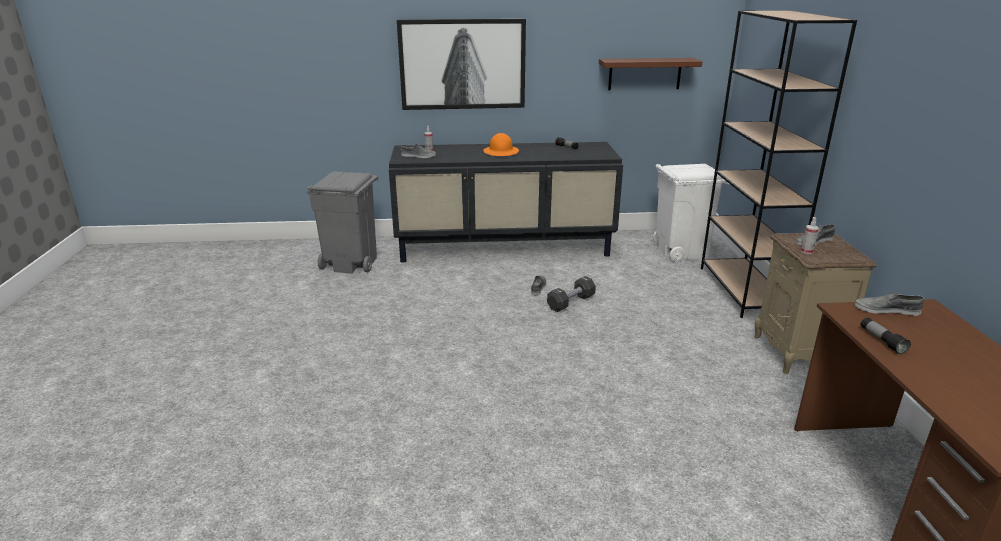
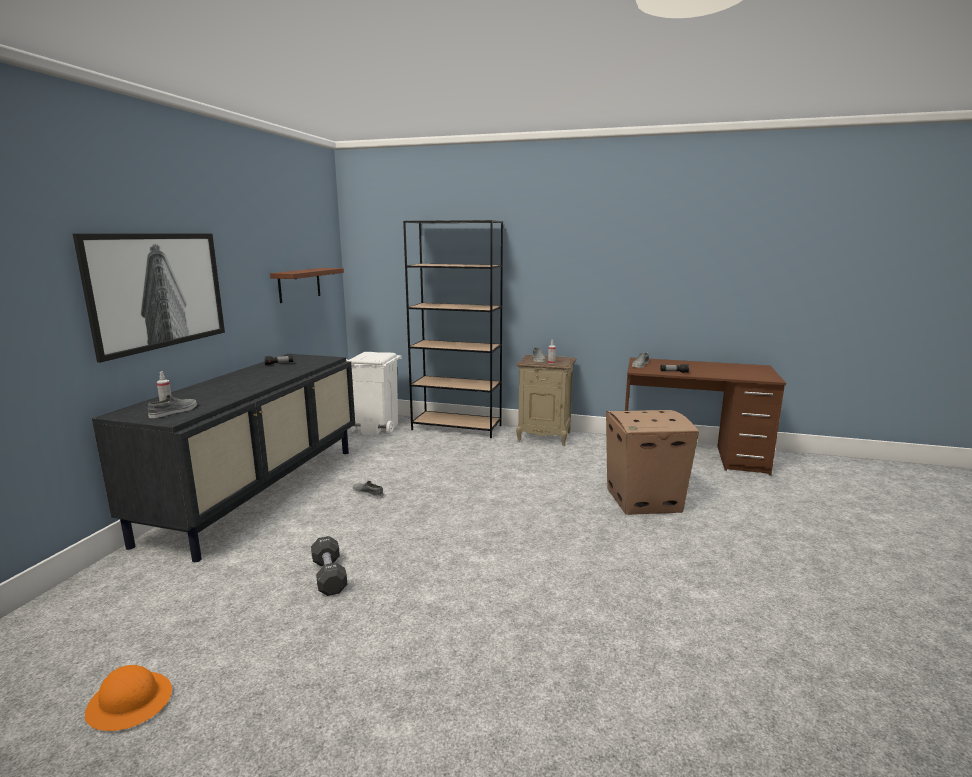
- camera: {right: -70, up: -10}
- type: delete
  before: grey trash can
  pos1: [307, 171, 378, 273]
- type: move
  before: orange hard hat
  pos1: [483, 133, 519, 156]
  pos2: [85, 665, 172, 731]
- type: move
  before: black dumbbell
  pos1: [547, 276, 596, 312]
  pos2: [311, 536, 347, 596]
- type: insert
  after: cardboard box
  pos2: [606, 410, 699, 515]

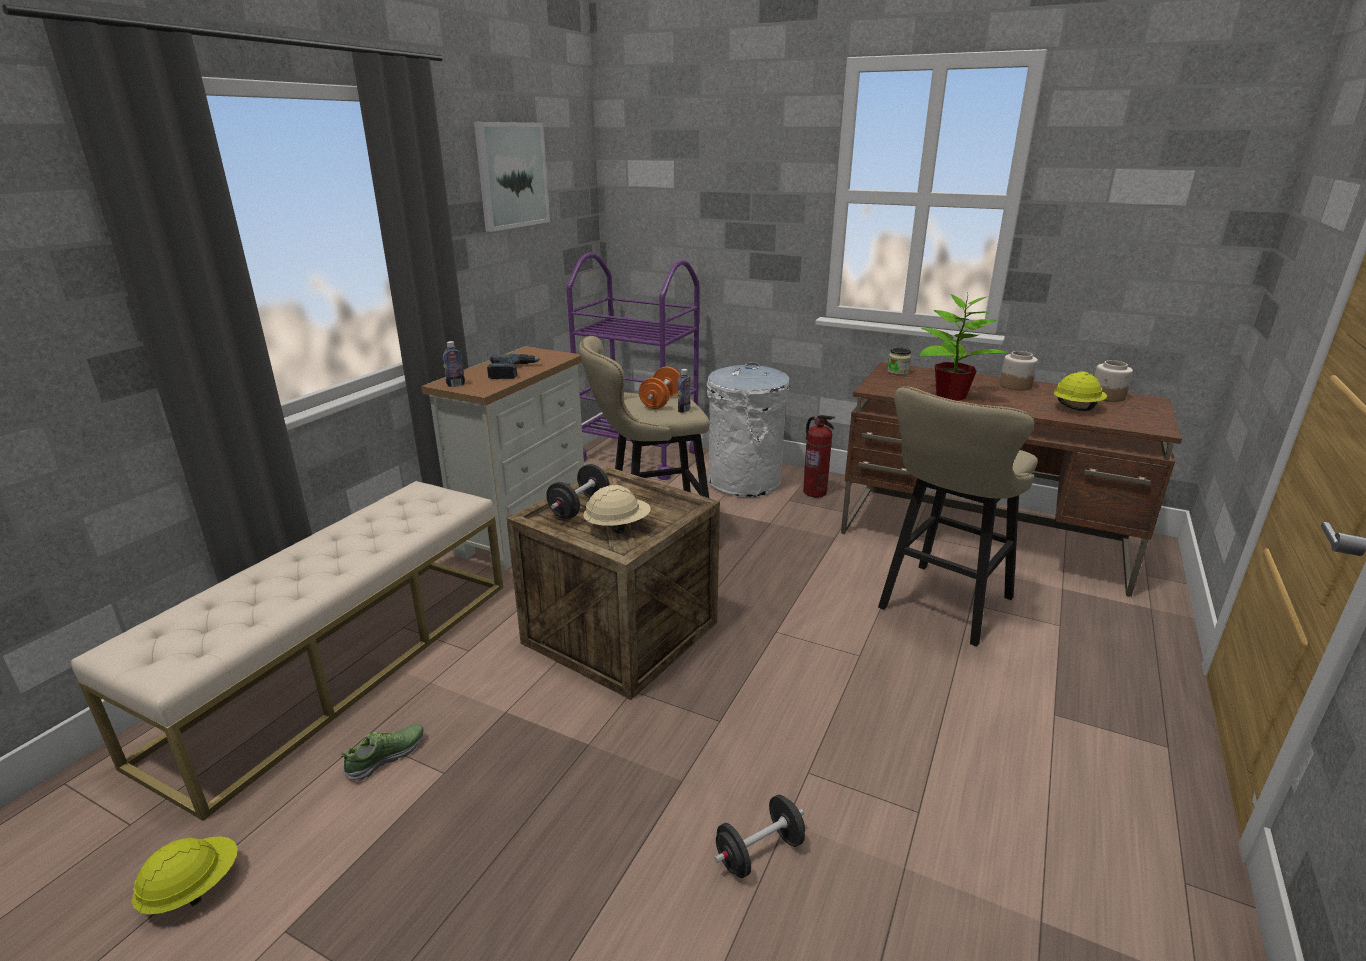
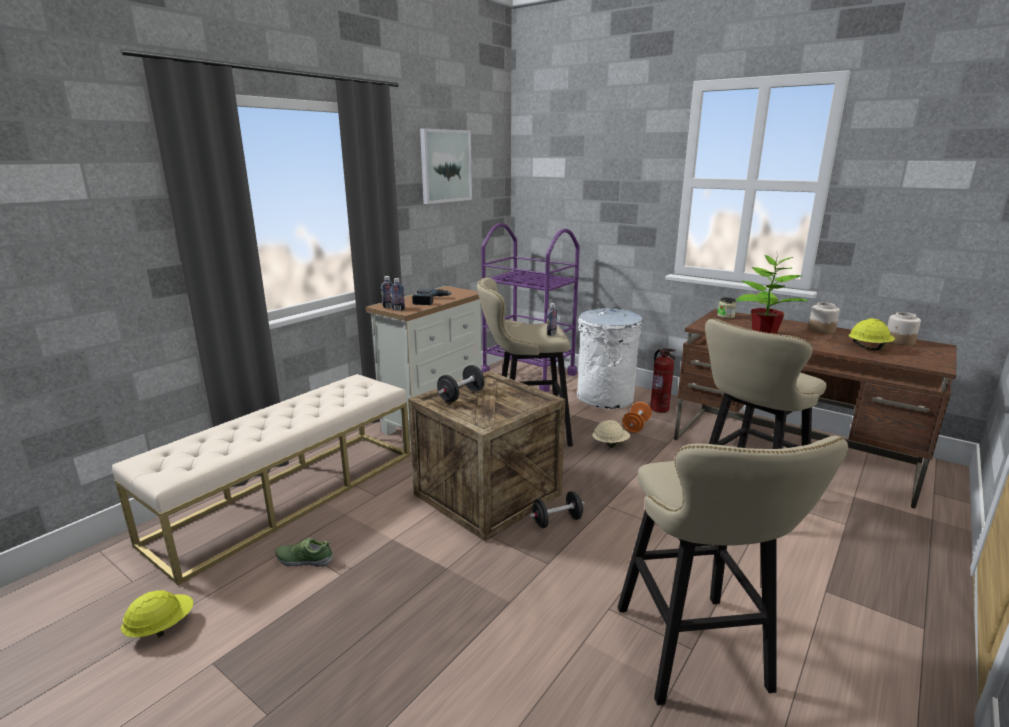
- camera: {right: 10, up: -5}
- type: rotate
  before: shoe
  pos1: [341, 724, 424, 781]
  pos2: [275, 537, 333, 567]
  turn: -135
- type: move
  before: beige hard hat
  pos1: [583, 485, 651, 534]
  pos2: [592, 420, 630, 448]
- type: move
  before: orange dumbbell
  pos1: [639, 367, 680, 409]
  pos2: [622, 402, 652, 433]
- type: move
  before: black dumbbell
  pos1: [714, 795, 805, 878]
  pos2: [529, 491, 585, 528]
- type: insert
  after: bottle
  pos2: [391, 278, 405, 311]
- type: insert
  after: beige stool
  pos2: [618, 436, 848, 705]

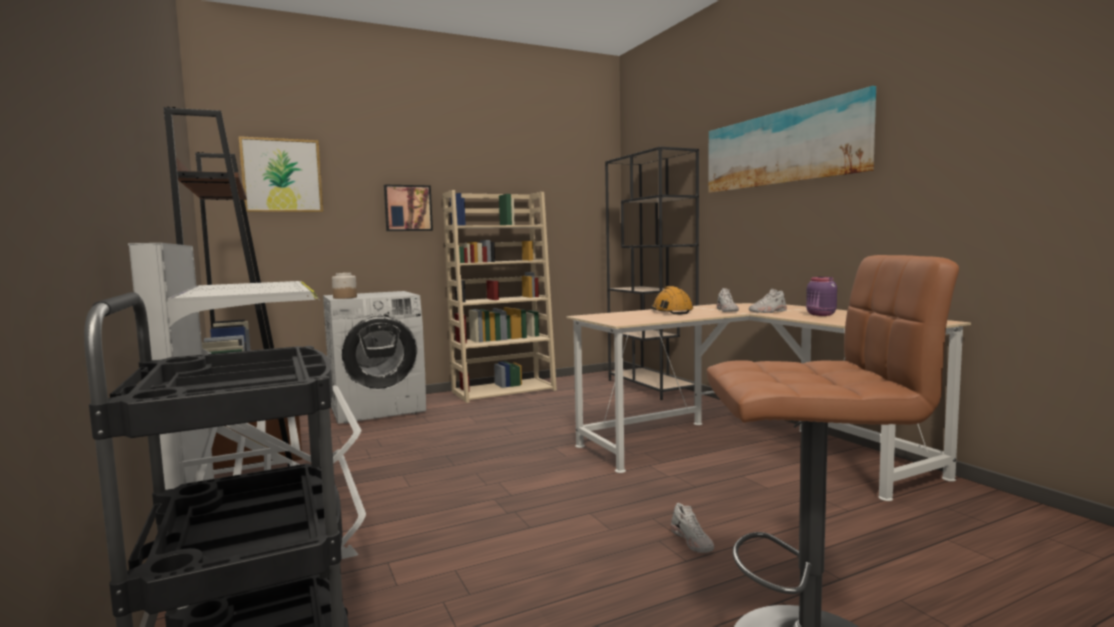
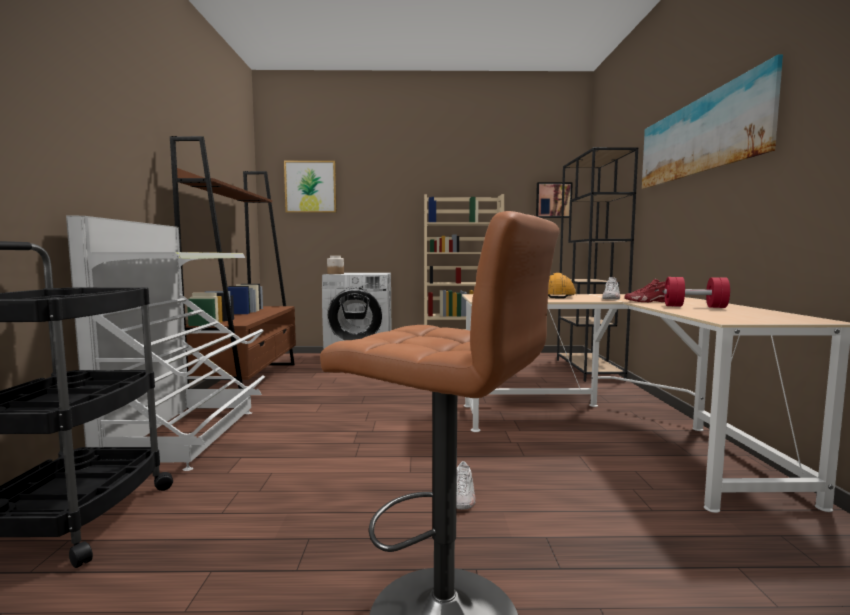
- camera: {right: 25, up: 0}
- type: move
  before: picture
  pos1: [384, 185, 433, 231]
  pos2: [536, 182, 573, 218]
- type: recolor
  before: white shoe
  after: red shoe
  pos1: [749, 289, 787, 313]
  pos2: [624, 279, 666, 302]
- type: replace
  before: purple jar
  after: red dumbbell
  pos1: [806, 277, 837, 316]
  pos2: [664, 277, 730, 308]

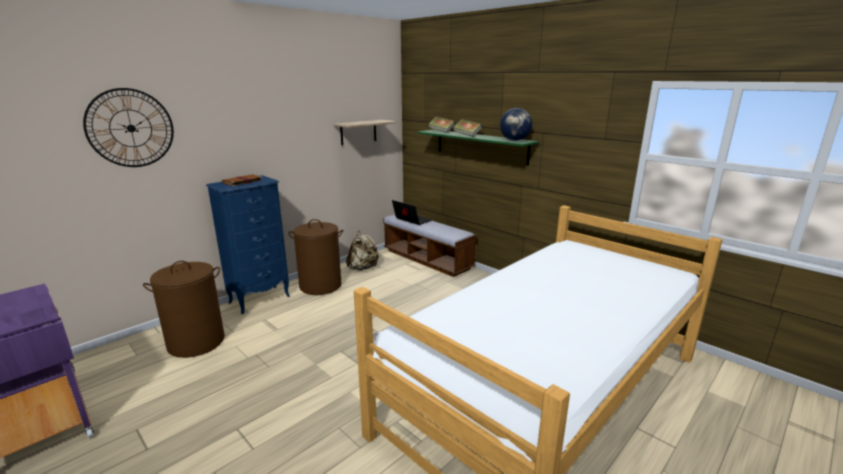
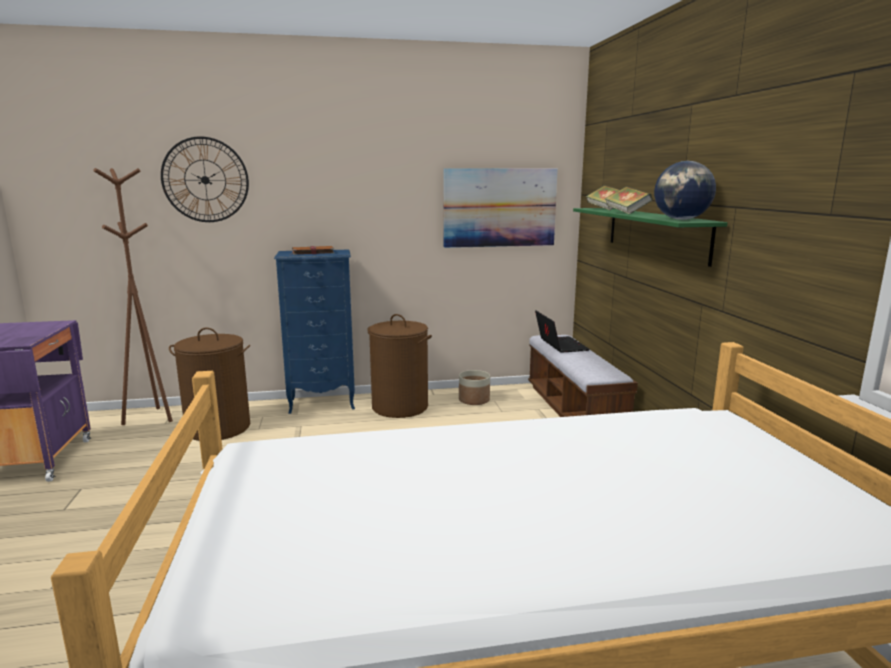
- camera: {right: 35, up: -5}
- type: replace
  before: shelf
  after: picture
  pos1: [333, 120, 397, 146]
  pos2: [444, 168, 558, 248]
- type: replace
  before: beige backpack
  after: planter
  pos1: [346, 231, 380, 270]
  pos2: [459, 370, 490, 405]
- type: insert
  after: brown clothes rack
  pos2: [93, 168, 173, 425]

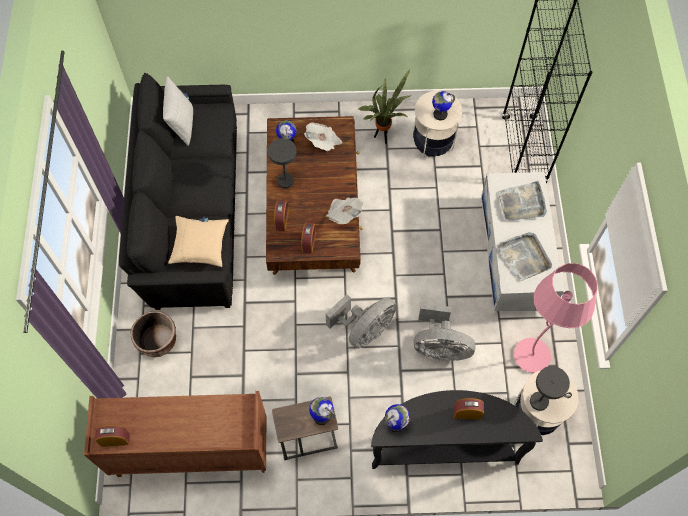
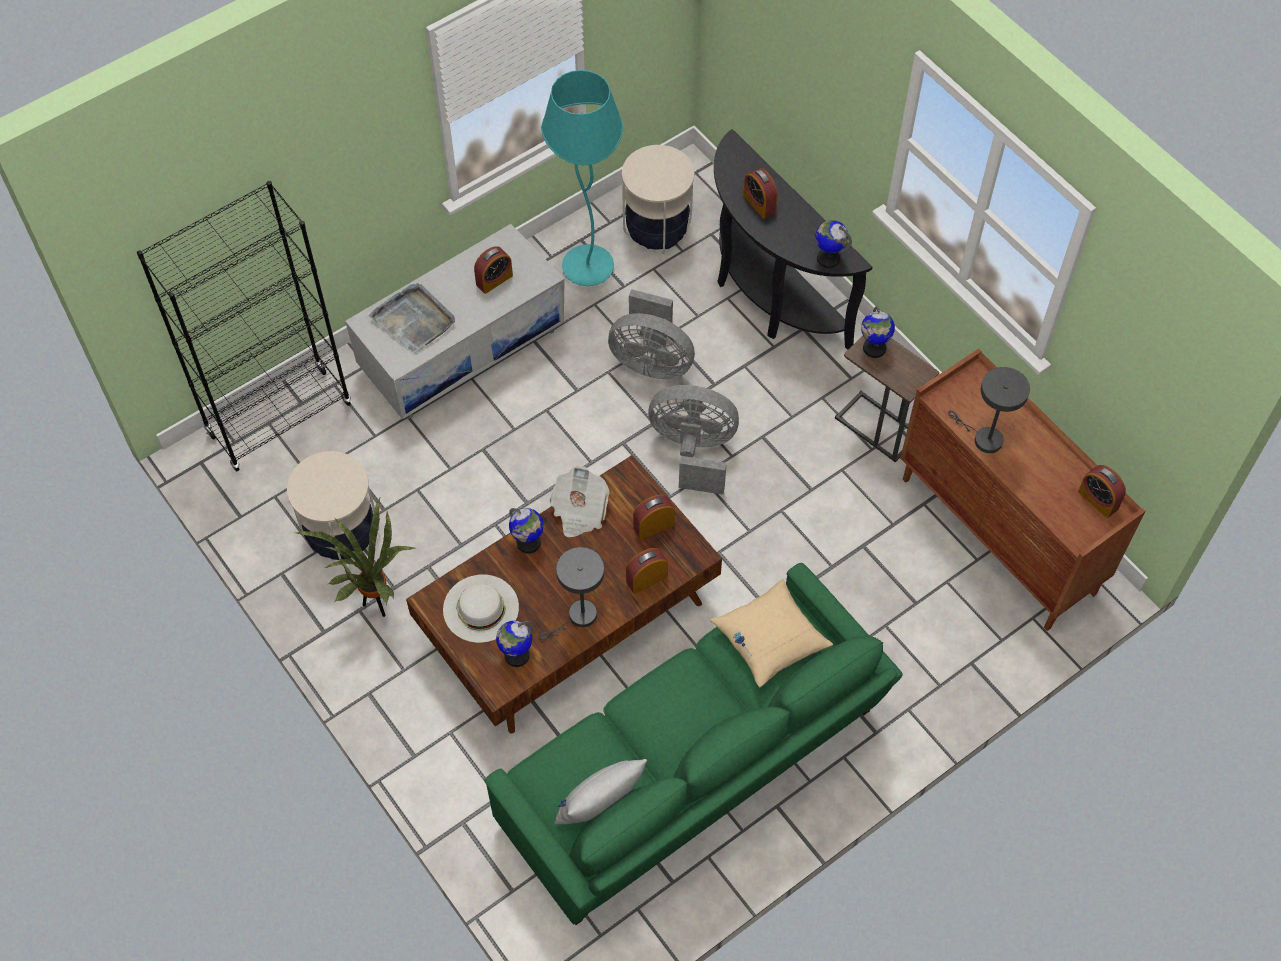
- camera: {right: -125, up: -5}
- type: recolor
  before: black sofa
  after: green sofa
  pos1: [119, 73, 237, 310]
  pos2: [484, 563, 903, 925]
- type: delete
  before: brown planter
  pos1: [131, 311, 176, 357]
- type: replace
  before: newspaper
  after: white hat
  pos1: [304, 122, 342, 151]
  pos2: [443, 575, 519, 643]
- type: rotate
  before: grey fan
  pos1: [414, 303, 476, 361]
  pos2: [608, 289, 695, 379]
  turn: 135
- type: move
  before: globe
  pos1: [432, 91, 455, 120]
  pos2: [509, 508, 544, 554]
- type: replace
  before: grey tray
  after: alarm clock
  pos1: [496, 232, 552, 281]
  pos2: [474, 246, 513, 294]
- type: recolor
  before: pink floor lamp
  after: turquoise floor lamp
  pos1: [514, 263, 598, 373]
  pos2: [541, 70, 623, 286]
- type: move
  before: grey table lamp
  pos1: [530, 366, 572, 411]
  pos2: [948, 367, 1030, 453]

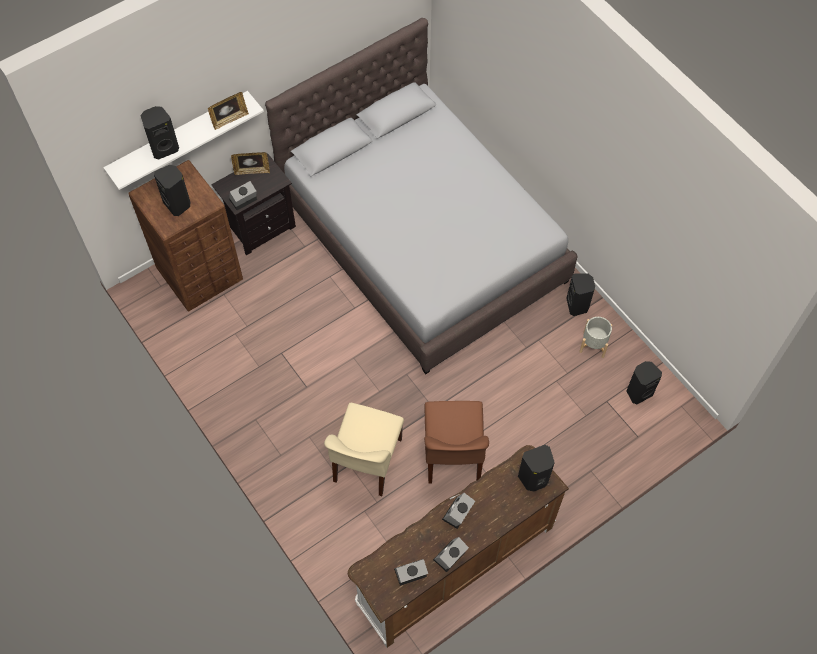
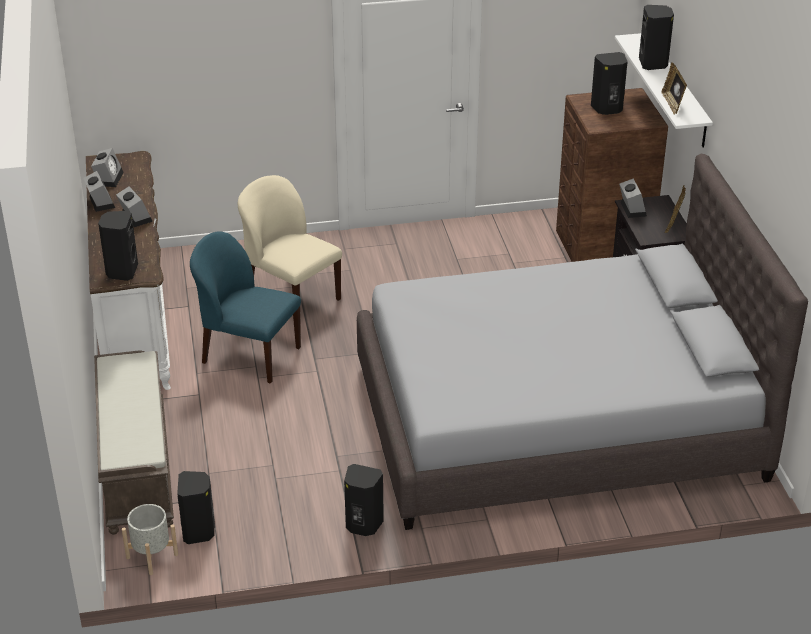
- camera: {right: 115, up: -25}
- type: recolor
  before: brown chair
  after: blue chair
  pos1: [424, 401, 489, 484]
  pos2: [190, 231, 301, 384]
- type: move
  before: grey planter
  pos1: [579, 317, 612, 358]
  pos2: [122, 504, 178, 575]
- type: insert
  after: brown bench
  pos2: [94, 351, 174, 535]

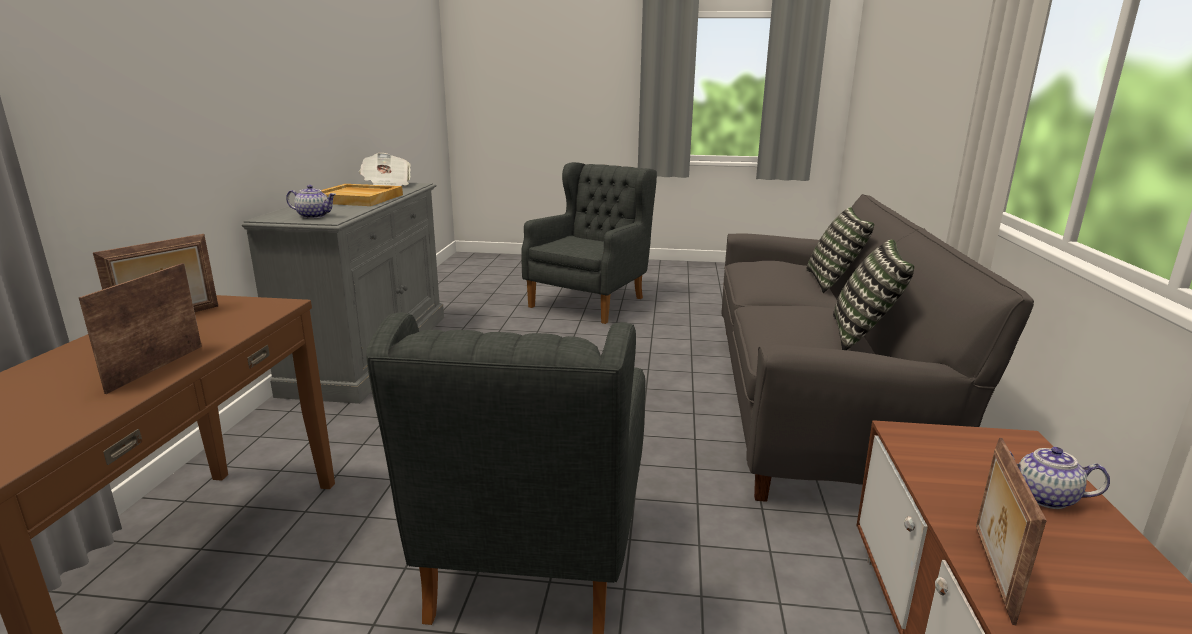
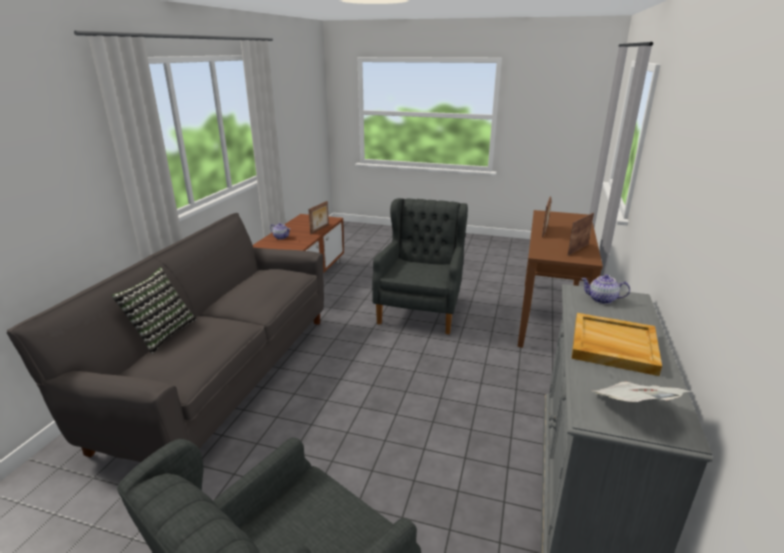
- camera: {right: -170, up: 5}
- type: delete
  before: pillow
  pos1: [833, 239, 914, 350]

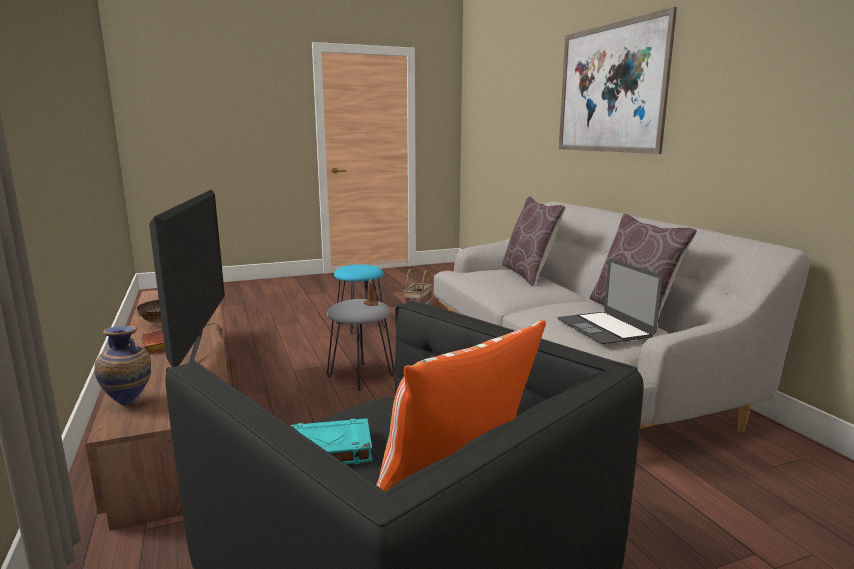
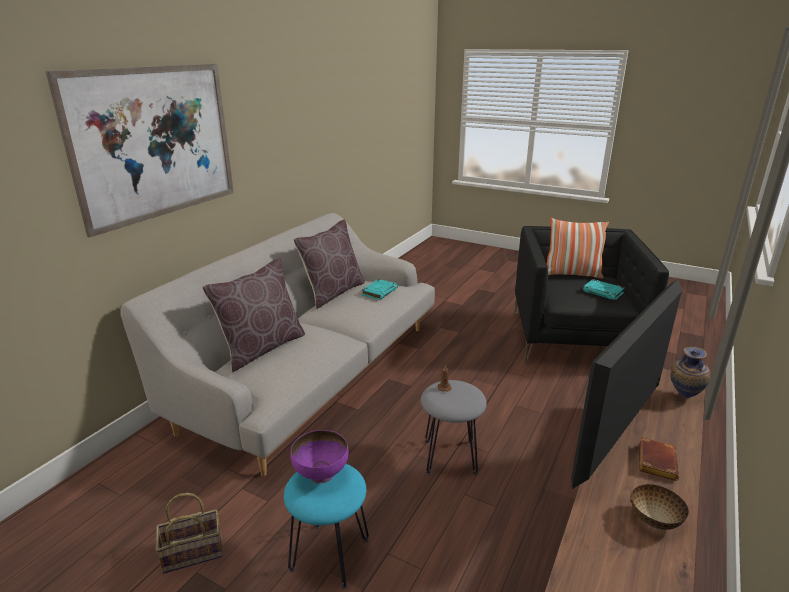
- camera: {right: -130, up: 10}
- type: replace
  before: laptop
  after: turquoise book
  pos1: [557, 258, 662, 344]
  pos2: [361, 279, 398, 300]
- type: insert
  after: purple bowl
  pos2: [290, 430, 349, 484]

